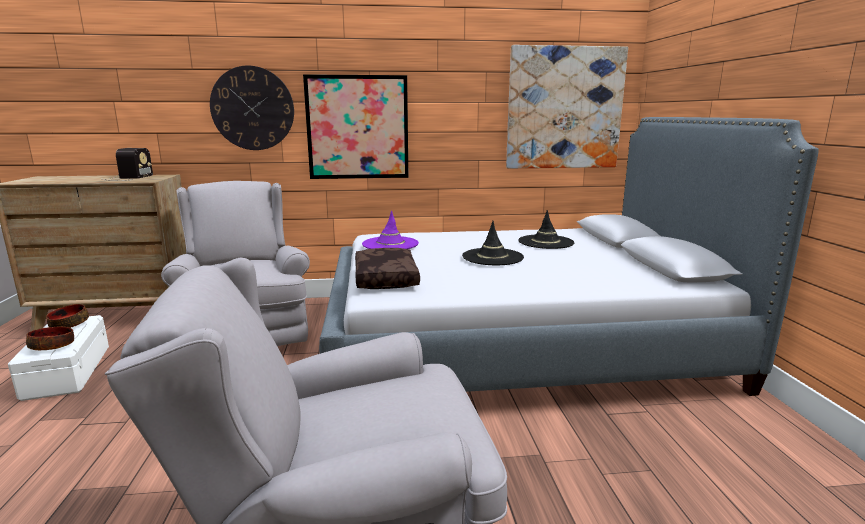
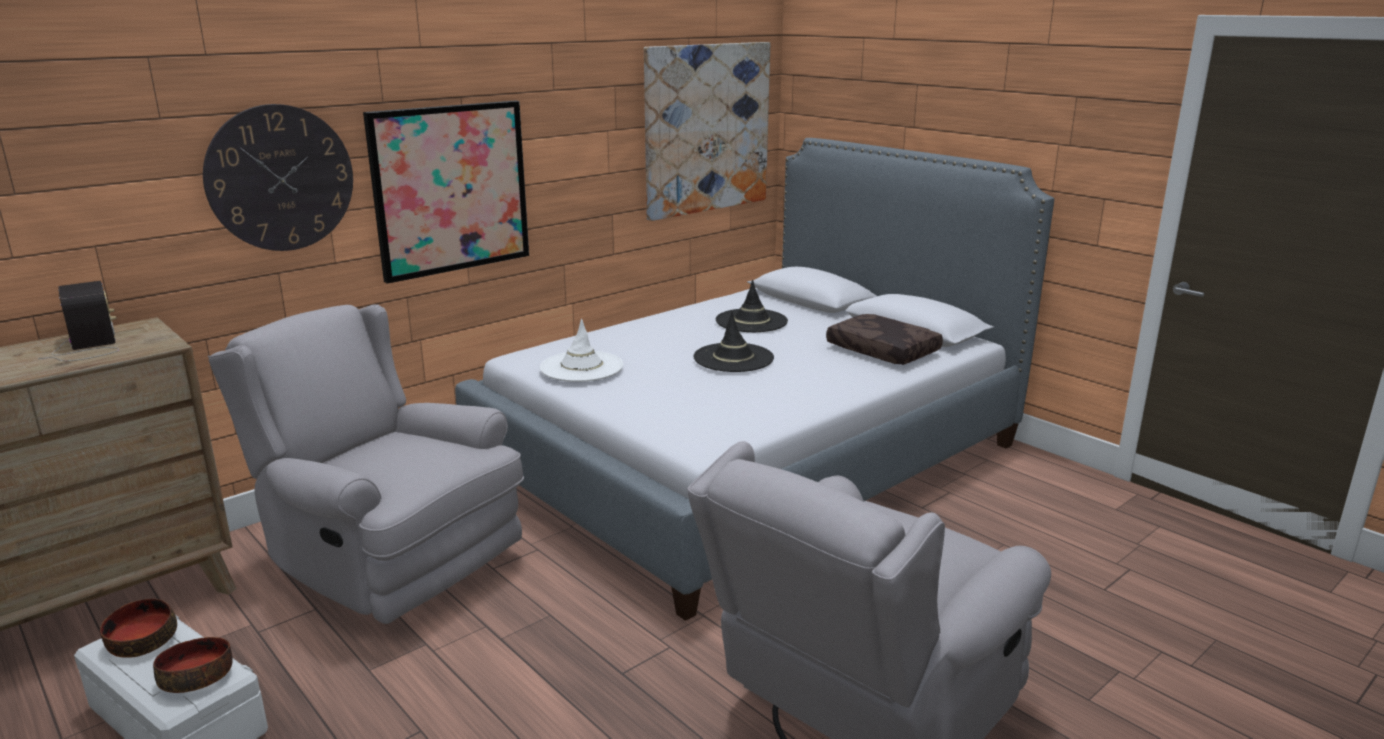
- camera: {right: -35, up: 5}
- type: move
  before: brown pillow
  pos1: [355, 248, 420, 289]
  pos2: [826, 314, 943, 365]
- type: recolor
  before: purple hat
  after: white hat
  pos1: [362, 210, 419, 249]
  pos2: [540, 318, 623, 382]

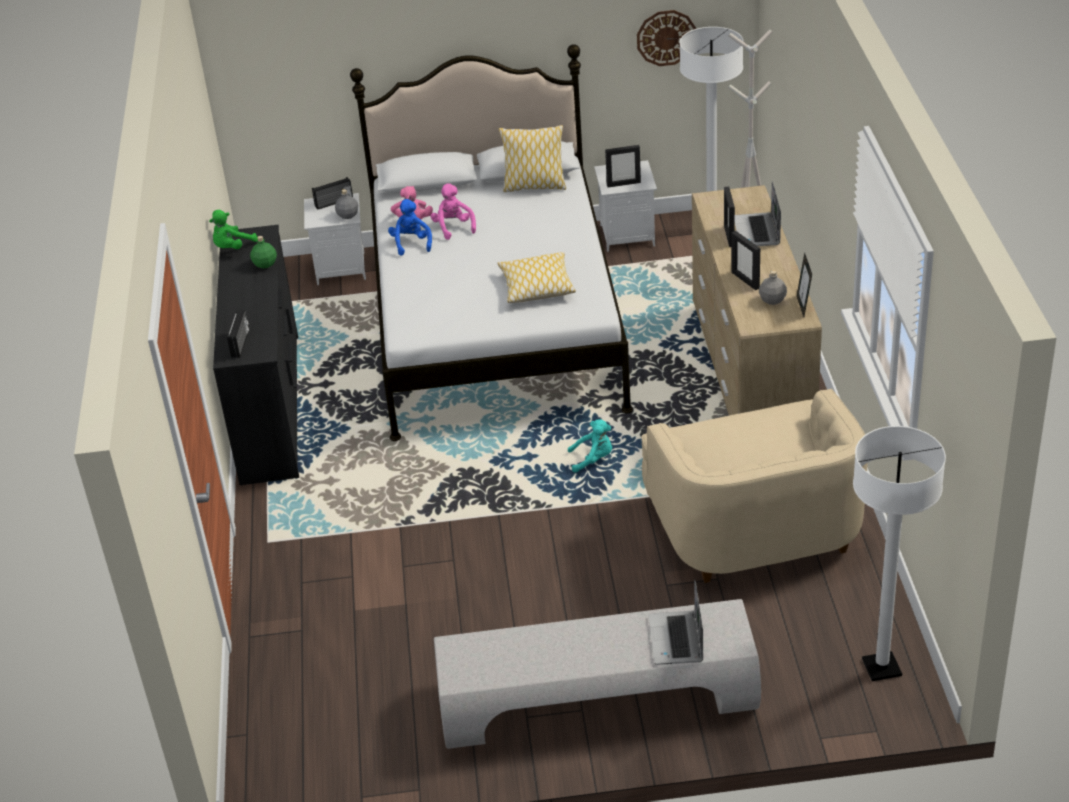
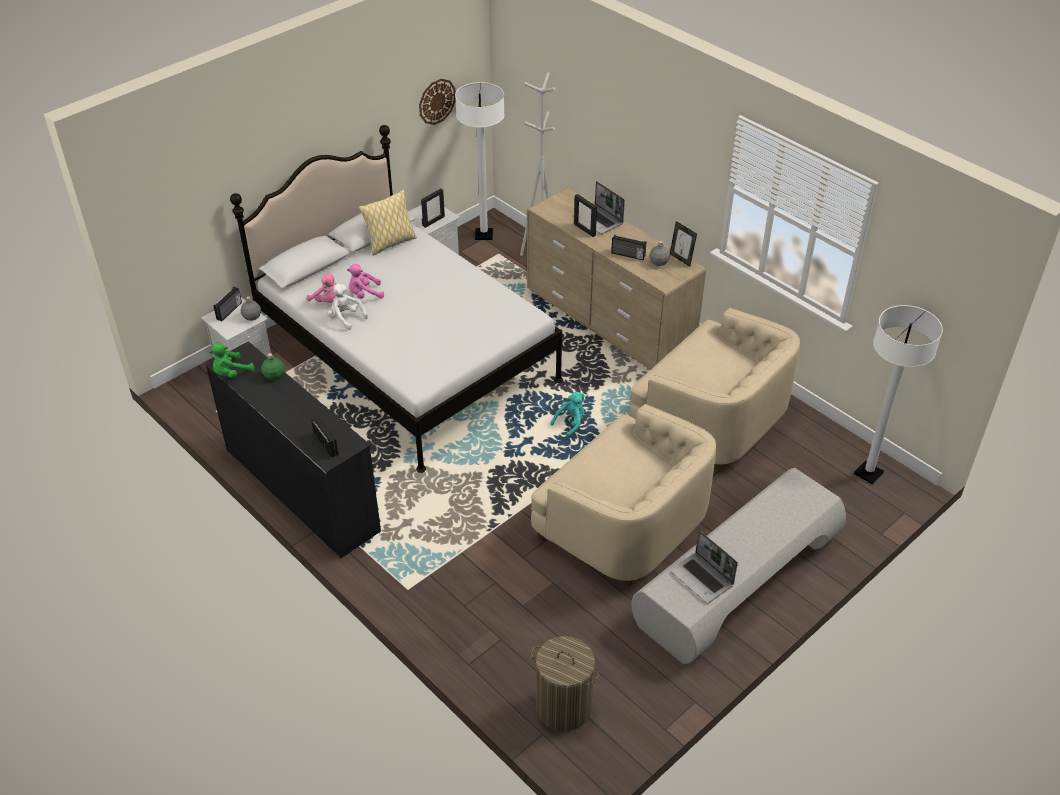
- camera: {right: -40, up: 5}
- type: rotate
  before: green plush toy
  pos1: [209, 209, 258, 249]
  pos2: [209, 343, 254, 378]
  turn: 45
- type: recolor
  before: blue plush toy
  after: white plush toy
  pos1: [388, 199, 432, 256]
  pos2: [327, 284, 368, 330]
- type: rotate
  before: pink plush toy
  pos1: [430, 183, 476, 240]
  pos2: [347, 264, 384, 299]
  turn: -45
- type: delete
  before: pillow
  pos1: [497, 252, 576, 303]
- type: move
  before: laptop
  pos1: [648, 579, 703, 665]
  pos2: [670, 530, 738, 604]
- type: replace
  before: picture frame
  after: radio
  pos1: [731, 231, 760, 290]
  pos2: [611, 235, 646, 260]
- type: insert
  after: beige armchair
  pos2: [531, 404, 716, 587]
- type: insert
  after: laundry basket
  pos2: [531, 636, 599, 731]

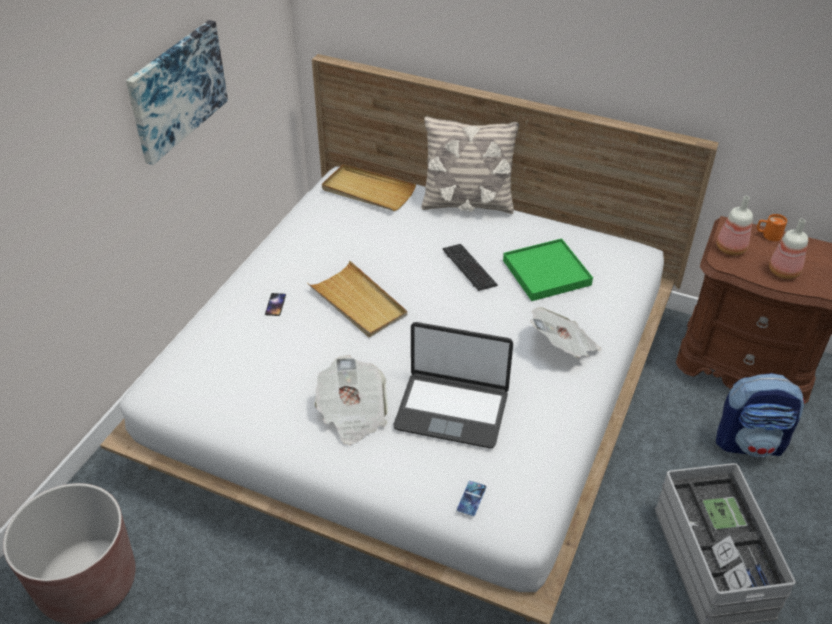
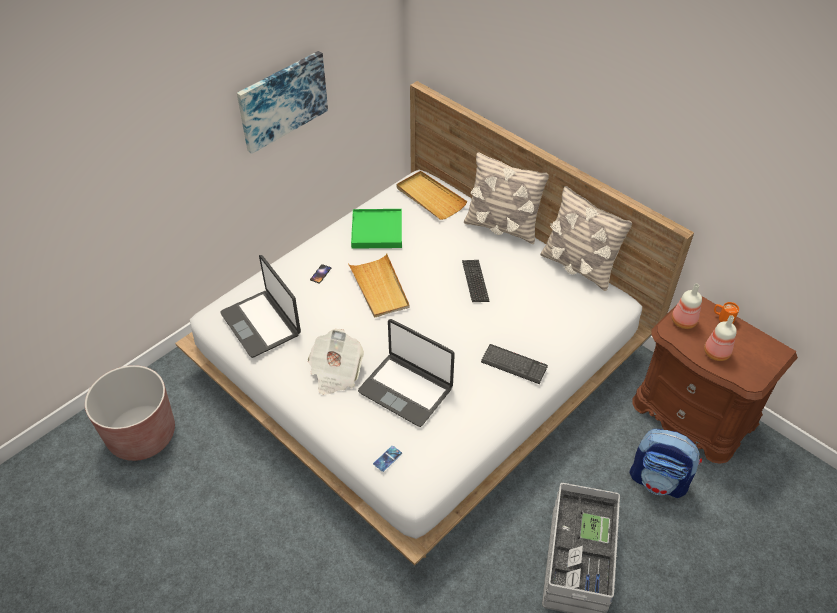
- camera: {right: 20, up: 5}
- type: move
  before: green tray
  pos1: [503, 238, 593, 301]
  pos2: [351, 209, 402, 249]
- type: replace
  before: newspaper
  after: keyboard
  pos1: [530, 307, 601, 358]
  pos2: [481, 344, 548, 384]
- type: insert
  after: laptop
  pos2: [220, 255, 301, 358]
- type: insert
  after: beige pillow
  pos2: [540, 186, 632, 291]

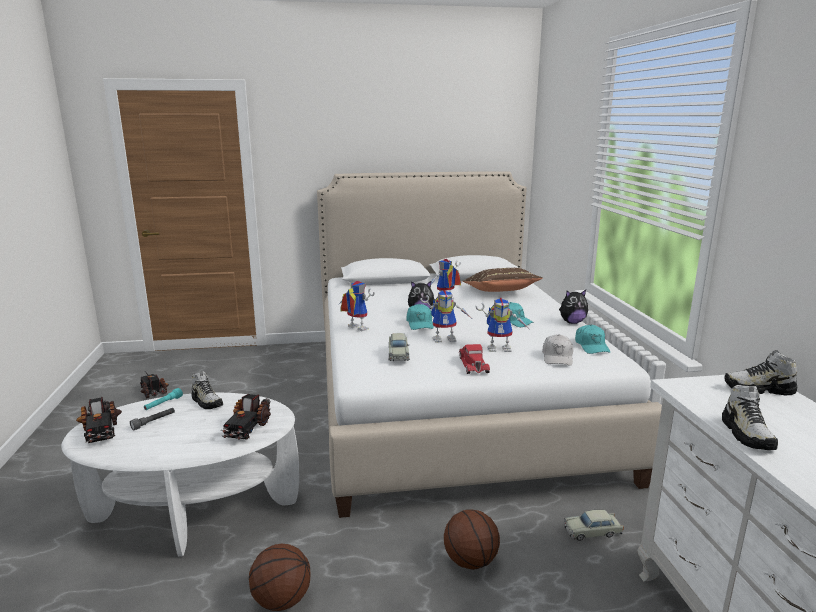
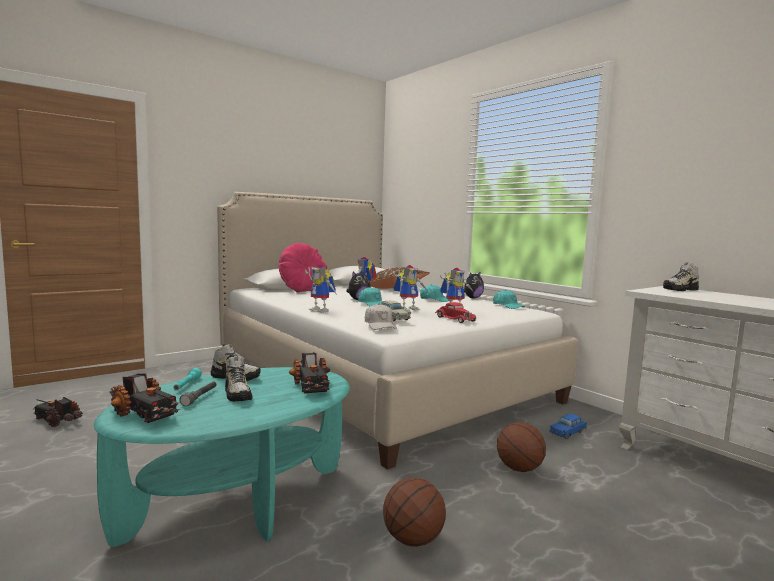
- camera: {right: -30, up: -10}
- type: recolor
  before: white coffee table
  after: turquoise coffee table
  pos1: [61, 393, 299, 556]
  pos2: [94, 367, 350, 547]
- type: rotate
  before: toy robot
  pos1: [339, 281, 375, 331]
  pos2: [305, 264, 337, 313]
  turn: -150
- type: move
  before: white cap
  pos1: [542, 334, 573, 366]
  pos2: [365, 304, 397, 330]
- type: recolor
  before: beige toy car
  after: blue toy car
  pos1: [564, 510, 624, 541]
  pos2: [549, 414, 587, 439]
- type: move
  before: shoe
  pos1: [722, 385, 778, 450]
  pos2: [225, 356, 253, 402]
- type: insert
  after: pink pillow
  pos2: [278, 243, 327, 292]

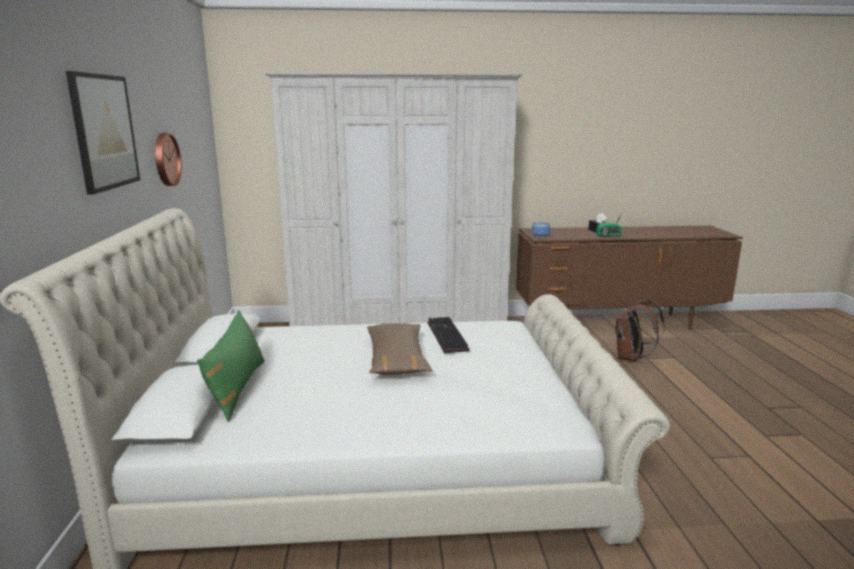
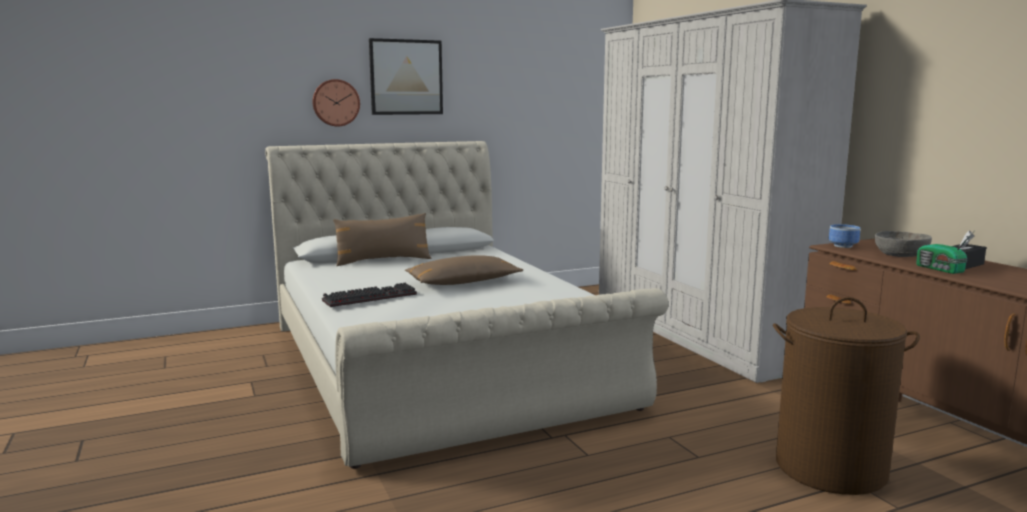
- camera: {right: 70, up: -5}
- type: move
  before: wall clock
  pos1: [155, 133, 182, 186]
  pos2: [313, 79, 360, 127]
- type: recolor
  before: green pillow
  after: brown pillow
  pos1: [197, 310, 265, 422]
  pos2: [333, 213, 431, 266]
- type: move
  before: keyboard
  pos1: [428, 317, 469, 353]
  pos2: [322, 283, 417, 307]
- type: replace
  before: brown backpack
  after: brown laundry basket
  pos1: [615, 300, 665, 362]
  pos2: [773, 297, 920, 495]
- type: insert
  after: grey bowl
  pos2: [875, 231, 932, 257]

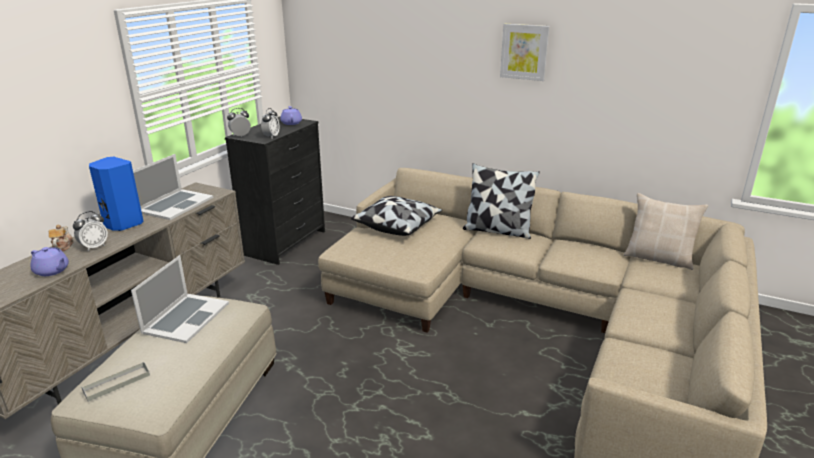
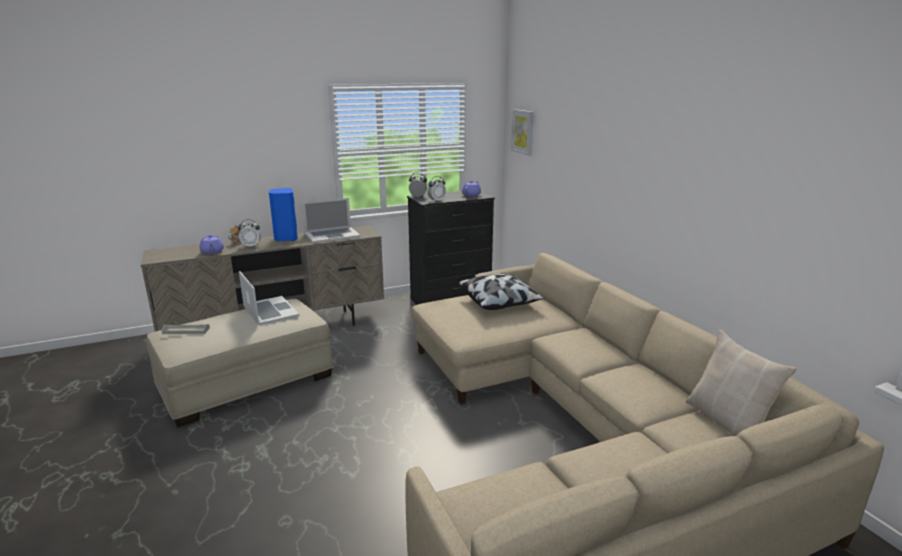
- camera: {right: 40, up: -5}
- type: rotate
  before: laptop
  pos1: [131, 255, 229, 343]
  pos2: [239, 271, 299, 325]
  turn: -90
- type: delete
  before: pillow
  pos1: [463, 163, 540, 239]
- type: move
  before: picture
  pos1: [500, 24, 550, 81]
  pos2: [511, 109, 534, 156]

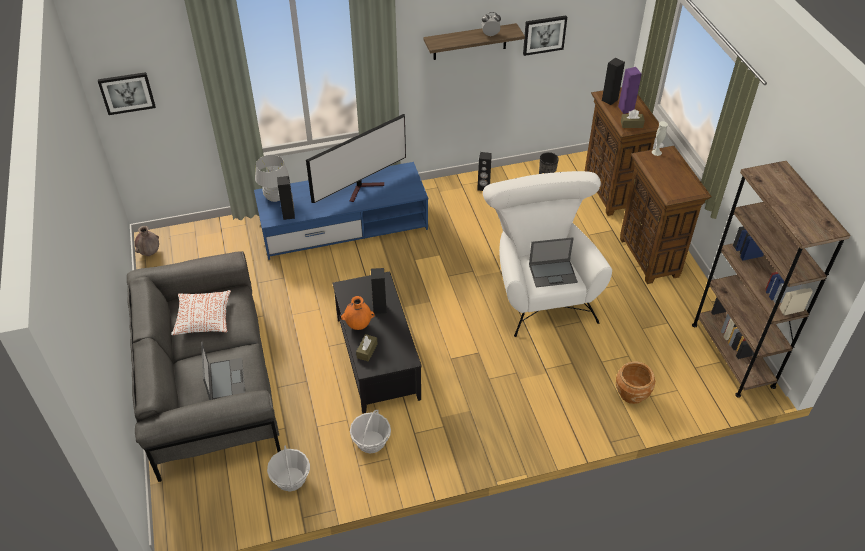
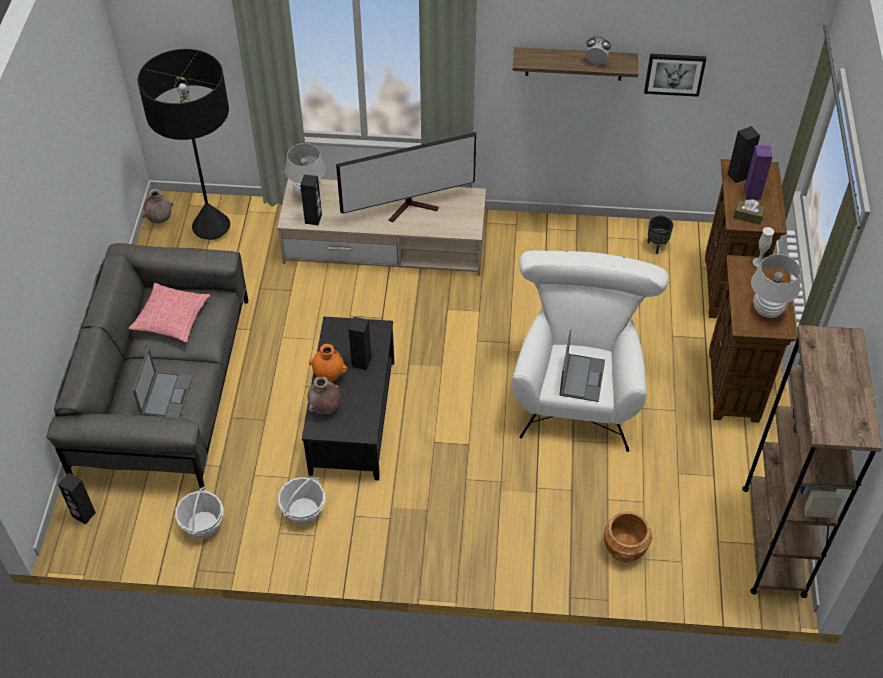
- camera: {right: 20, up: 5}
- type: delete
  before: picture
  pos1: [98, 72, 156, 115]
- type: recolor
  before: white pillow
  after: pink pillow
  pos1: [171, 290, 231, 335]
  pos2: [129, 283, 210, 343]
- type: recolor
  before: blue tv stand
  after: beige tv stand
  pos1: [254, 162, 428, 260]
  pos2: [277, 179, 486, 276]
- type: replace
  before: brown tissue box
  after: brown vase
  pos1: [356, 334, 378, 361]
  pos2: [307, 377, 340, 415]
- type: move
  before: black speaker
  pos1: [477, 152, 492, 191]
  pos2: [58, 473, 96, 524]
- type: rotate
  before: laptop
  pos1: [529, 237, 578, 287]
  pos2: [559, 329, 605, 402]
  turn: -90
- type: insert
  after: black floor lamp
  pos2: [138, 49, 230, 240]
- type: insert
  after: white table lamp
  pos2: [751, 254, 801, 318]

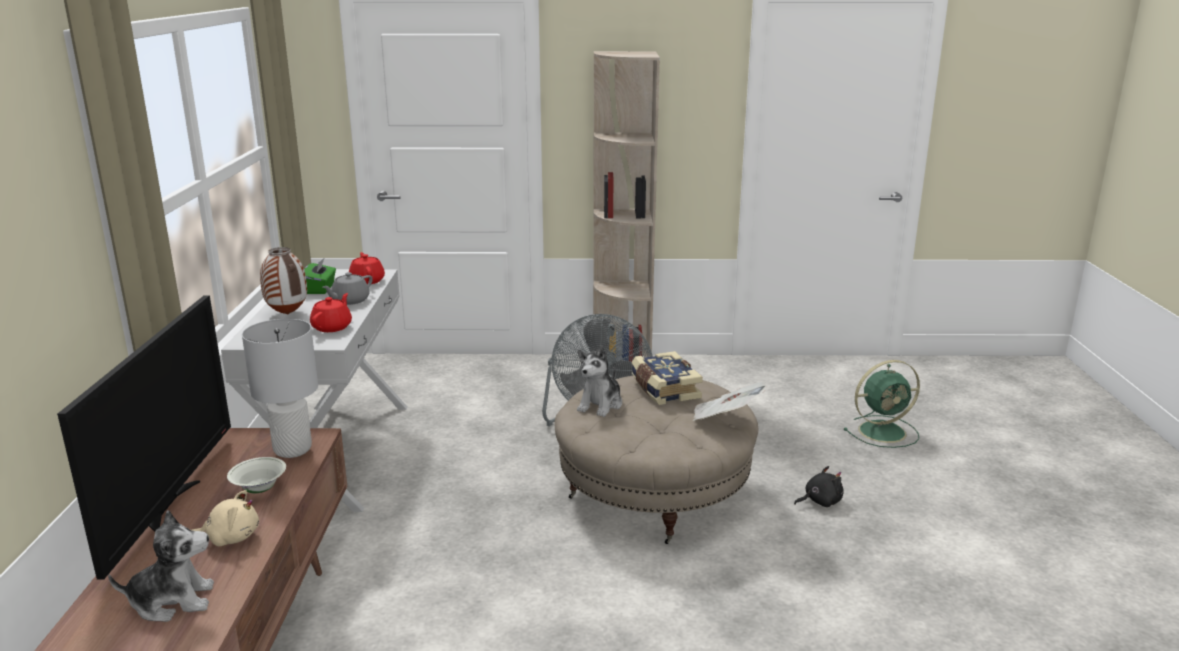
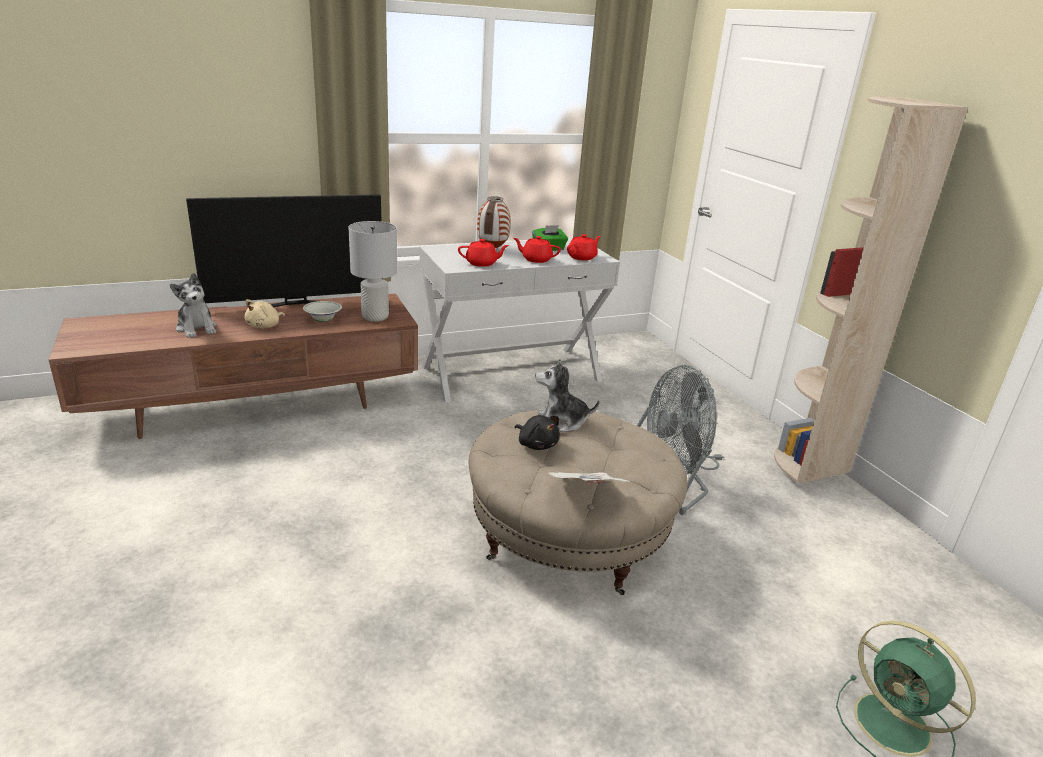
- camera: {right: 65, up: 5}
- type: rotate
  before: beige plush toy
  pos1: [192, 490, 259, 546]
  pos2: [244, 299, 285, 328]
  turn: 60
- type: recolor
  before: grey teapot
  after: red teapot
  pos1: [323, 272, 373, 305]
  pos2: [513, 236, 561, 263]
- type: delete
  before: book
  pos1: [632, 351, 703, 405]
- type: move
  before: black plush toy
  pos1: [794, 466, 843, 507]
  pos2: [515, 415, 560, 450]

